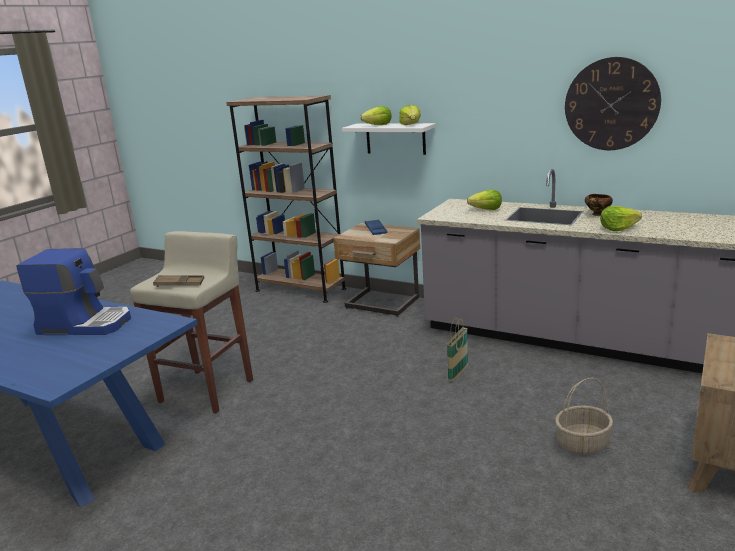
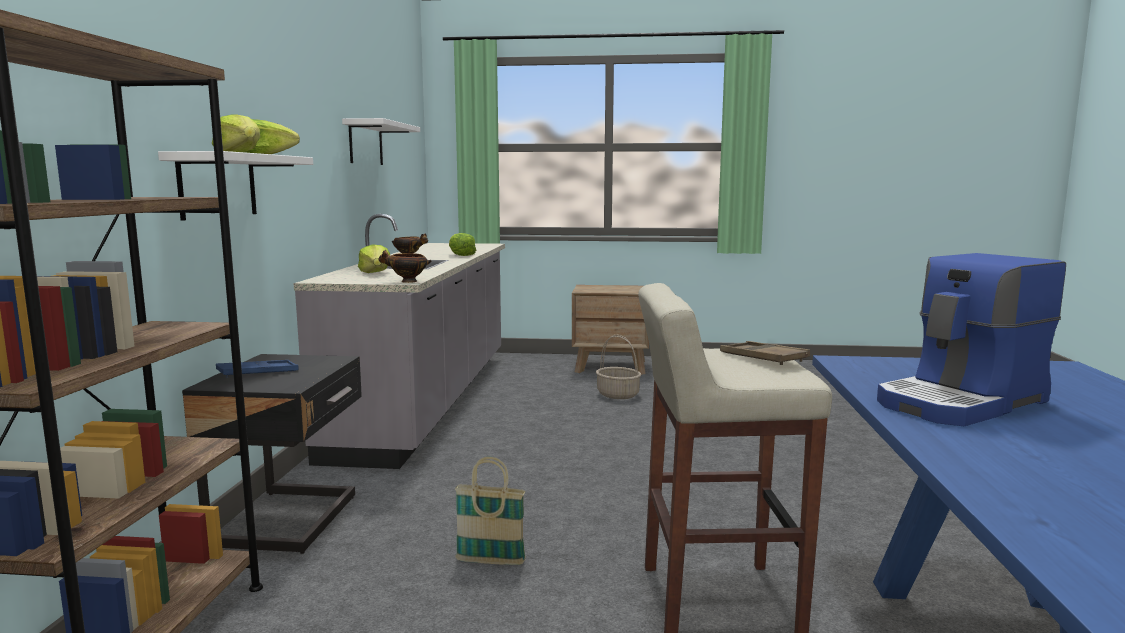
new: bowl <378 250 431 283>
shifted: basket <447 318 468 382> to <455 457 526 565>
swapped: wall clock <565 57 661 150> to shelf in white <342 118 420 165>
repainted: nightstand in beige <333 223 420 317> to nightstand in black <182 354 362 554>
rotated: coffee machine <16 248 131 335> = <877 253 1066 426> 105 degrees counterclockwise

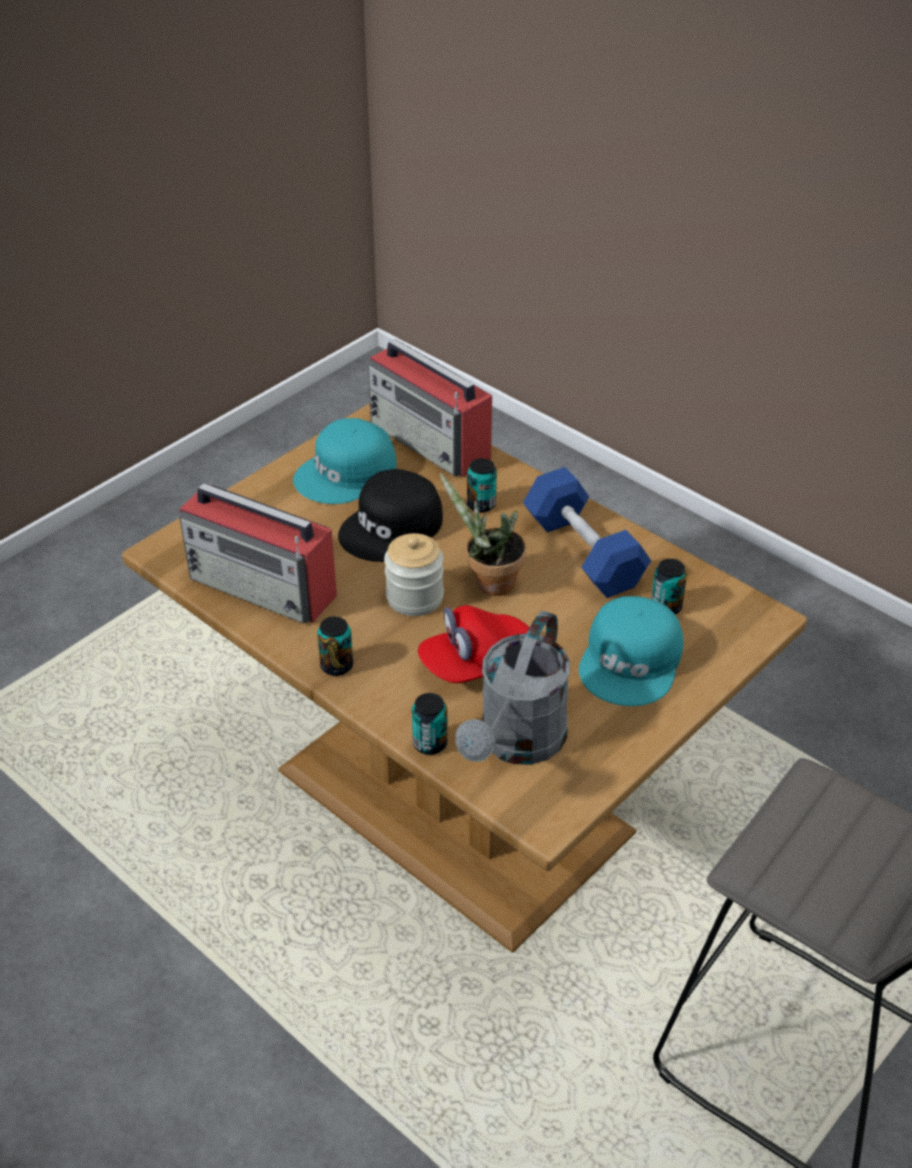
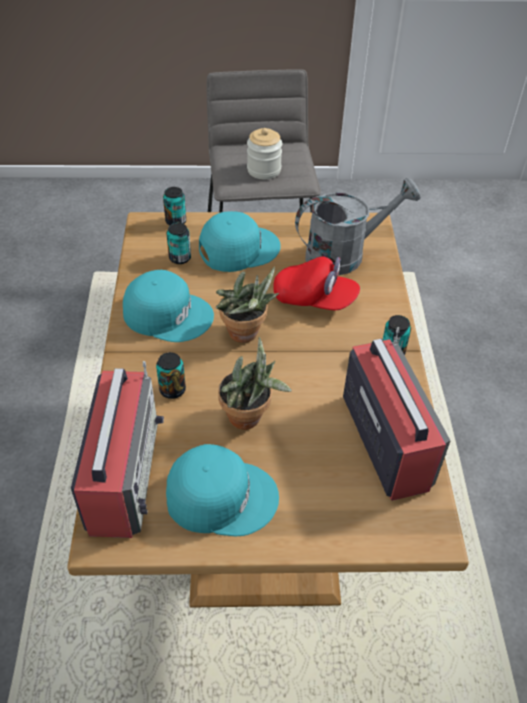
shifted: jar <384 533 444 616> to <247 128 282 179>; can <412 693 448 755> to <163 187 186 226>
swapped: dumbbell in blue <523 467 651 598> to cap in turquoise <123 270 214 342>; cap in black <338 469 443 562> to potted plant <218 337 292 430>

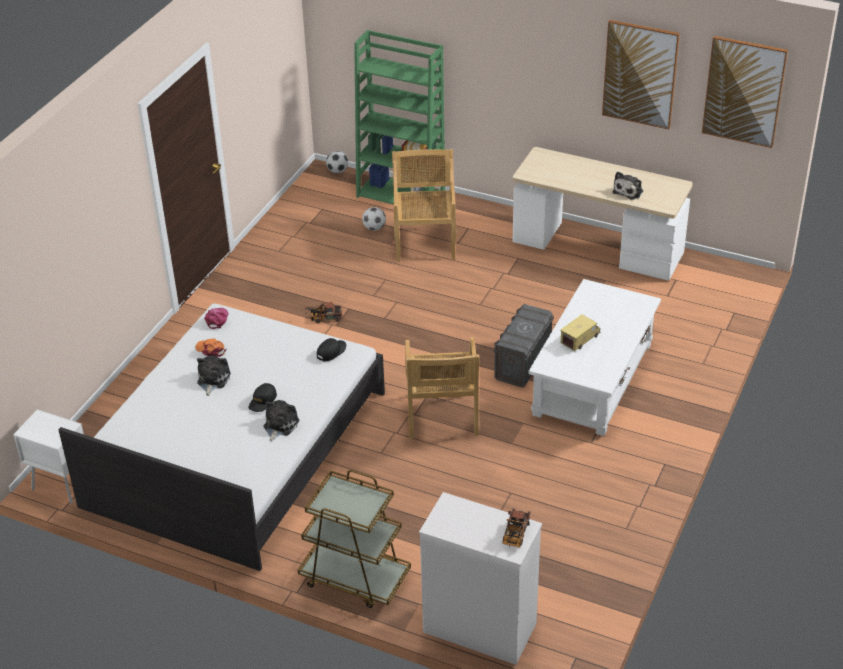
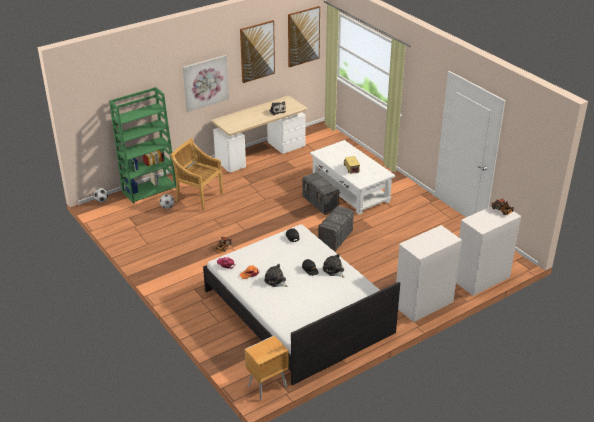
new: picture <183 55 229 112>
swapped: chair in beige <405 337 480 439> to storage box in grey <317 206 354 251>; cart in brown <298 470 411 608> to dresser in white <396 225 462 322>
repainted: nightstand in white <13 409 84 504> to nightstand in brown <245 336 289 400>

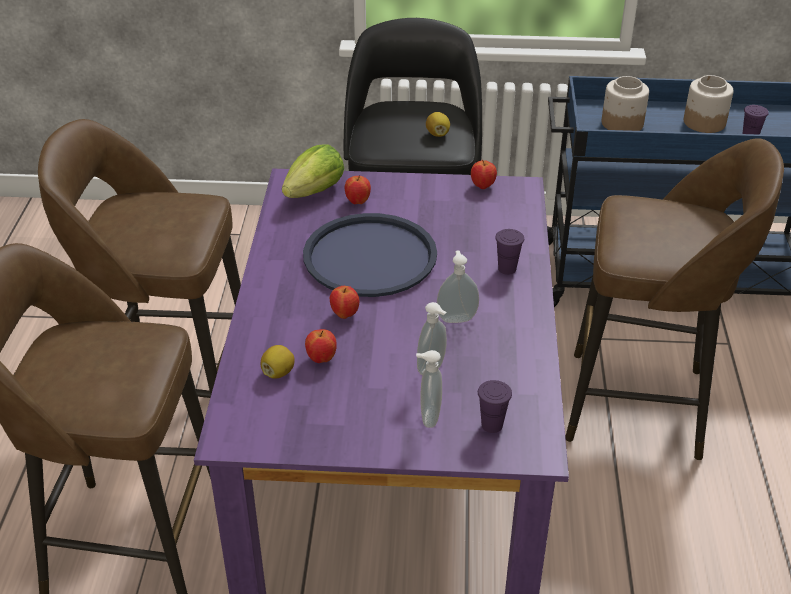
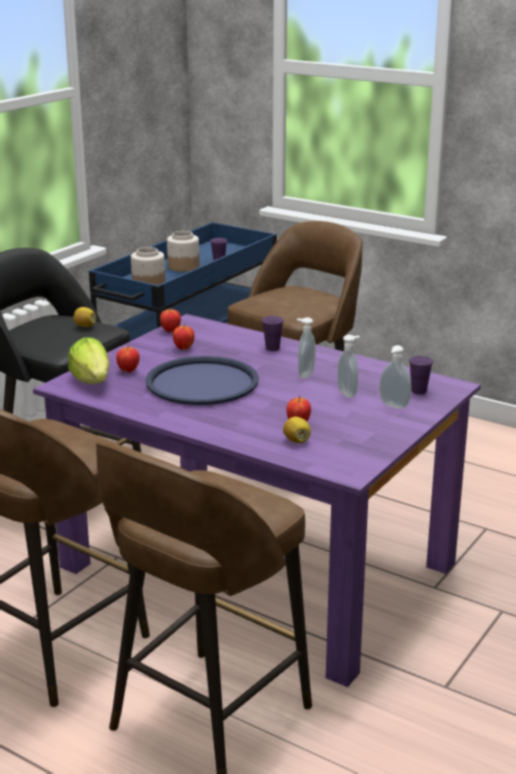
shifted: apple <330 286 359 319> to <173 324 194 350>

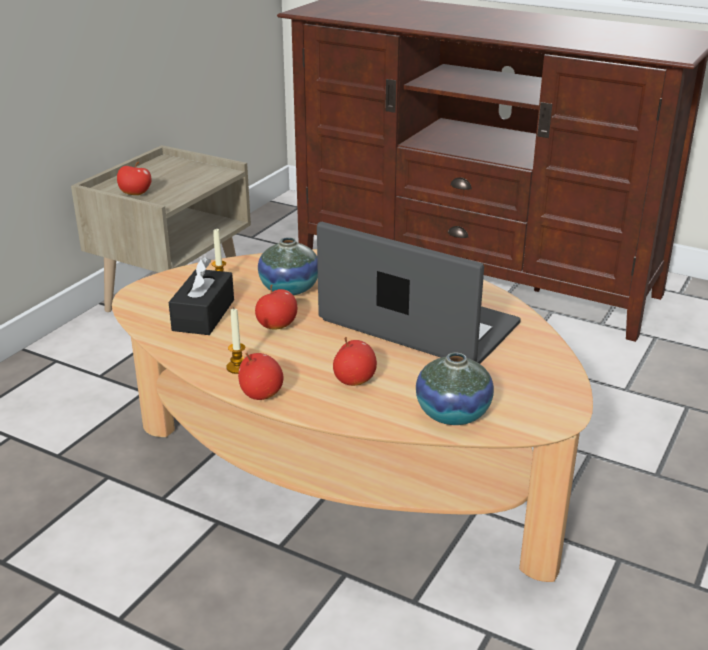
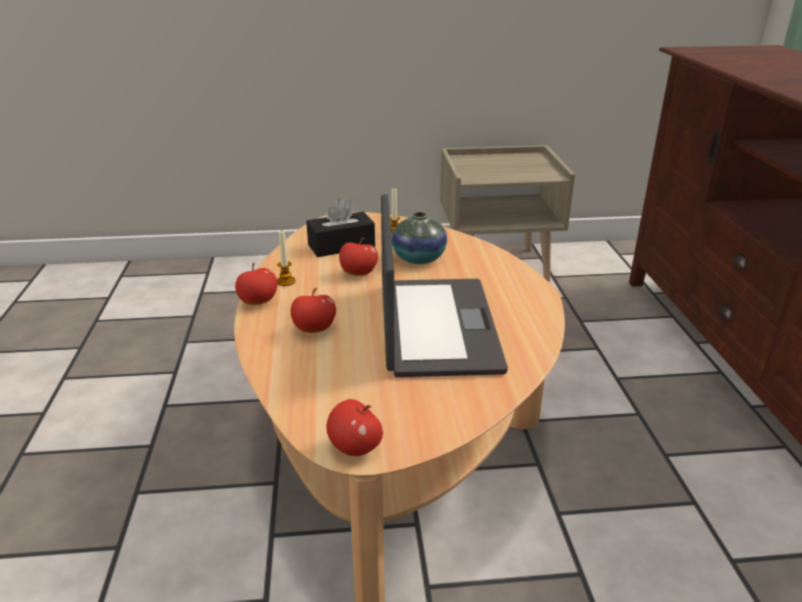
gone: vase <416 353 494 425>
shifted: apple <117 162 152 195> to <327 399 383 456>

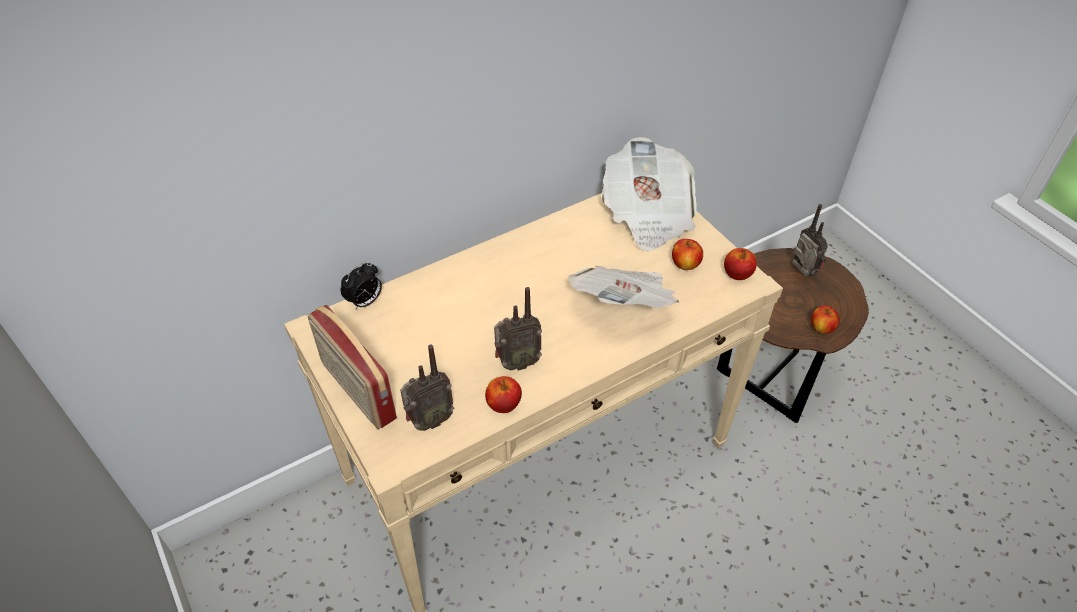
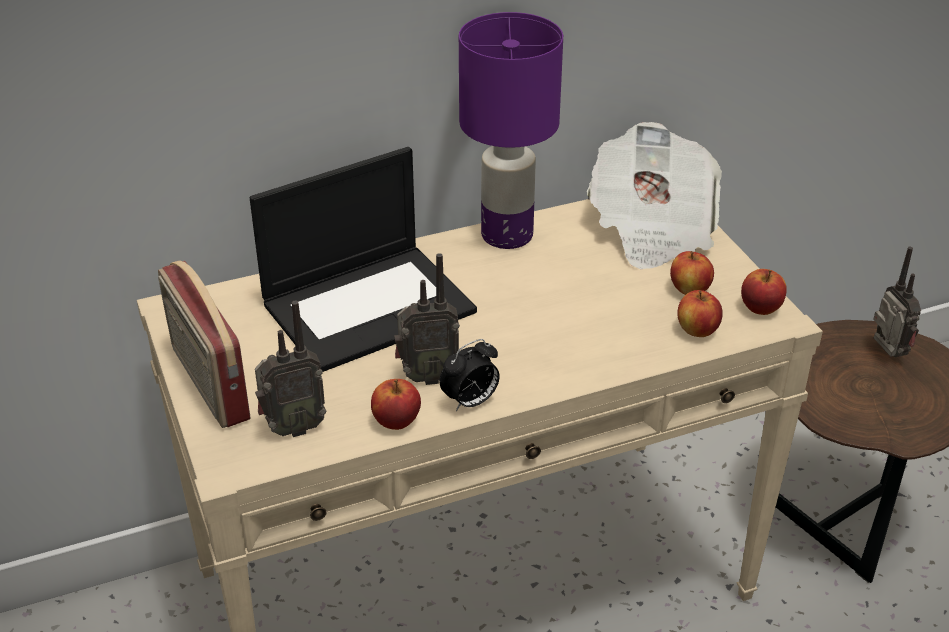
gone: newspaper <568 265 679 308>
new: table lamp in purple <459 12 563 249>; laptop <250 147 477 372>
shifted: alarm clock <341 262 382 309> to <439 339 500 411>; apple <811 305 840 334> to <677 290 723 337>

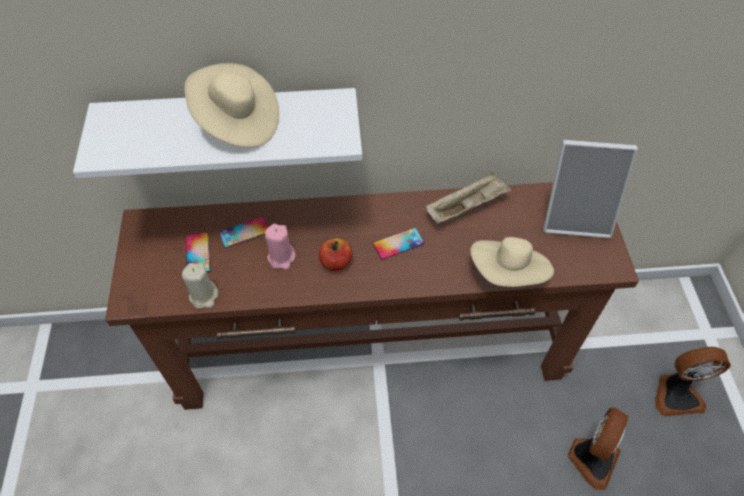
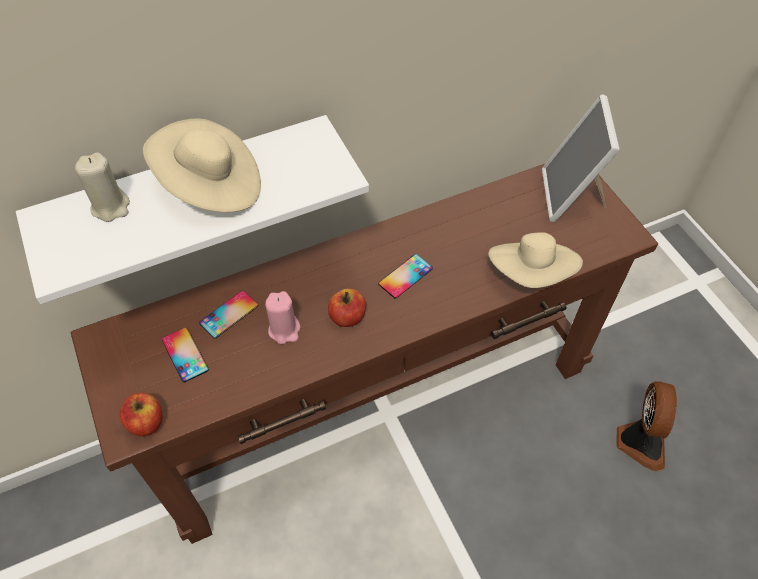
gone: tray in beige <426 172 512 224>; fan <655 347 731 416>
new: apple <120 393 162 436>
shifted: candle in beige <182 263 218 309> to <75 152 130 222>
rotated: picture frame <543 140 638 239> = <542 94 620 222> 105 degrees clockwise

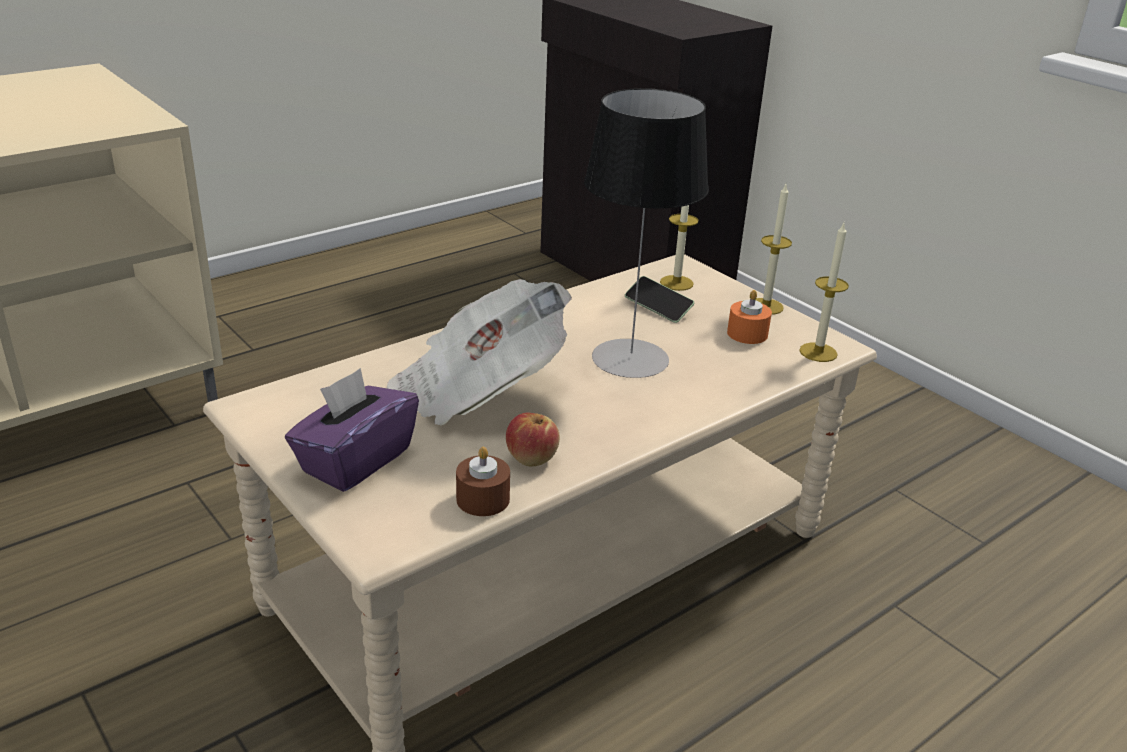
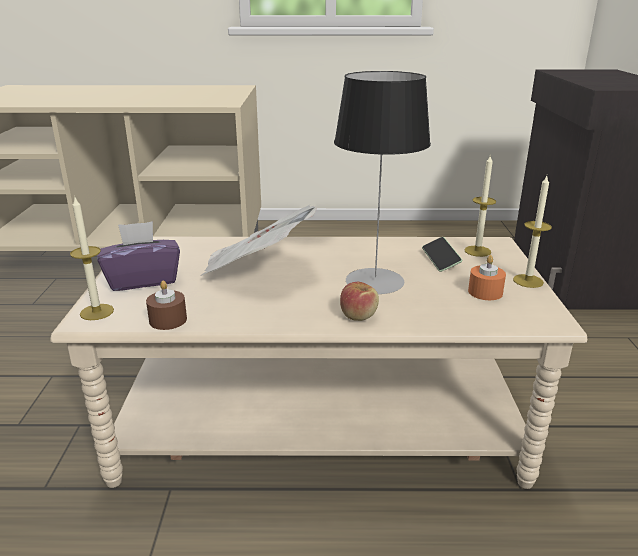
shifted: candle <799 223 849 362> to <70 198 114 320>; apple <506 413 560 467> to <340 282 379 321>

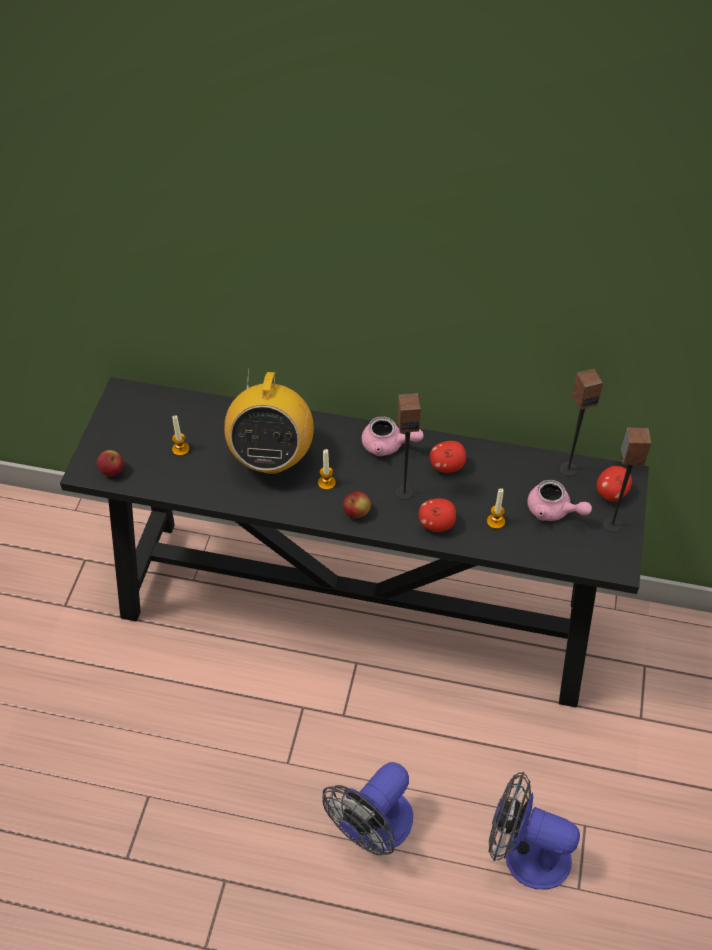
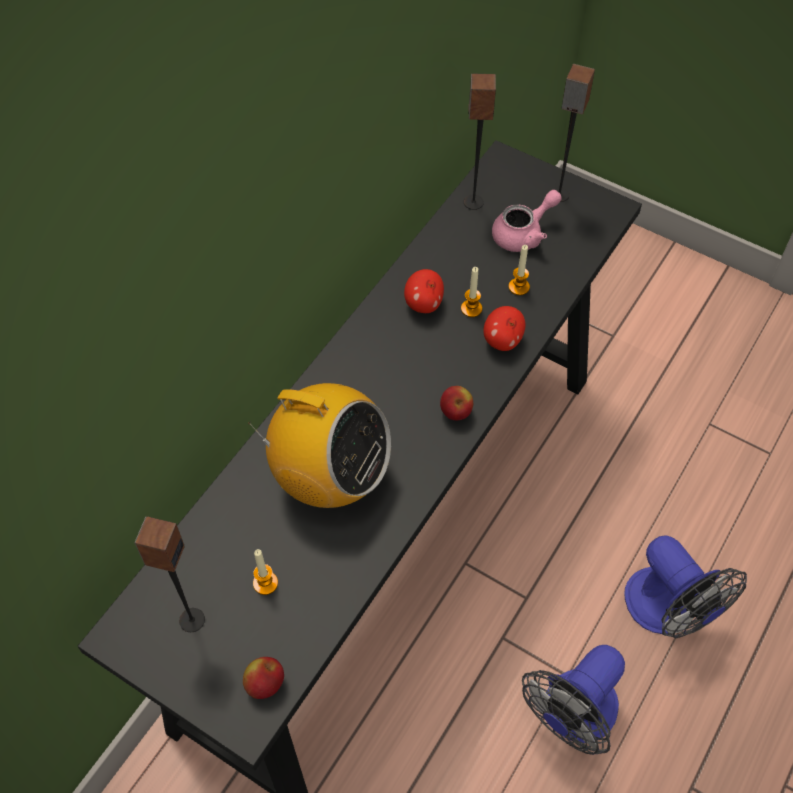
gone: teapot in pink <362 416 424 456>; apple <596 466 632 502>
shifted: speaker <396 393 421 500> to <134 516 205 632>; candle <318 449 336 490> to <461 267 482 317>; fan <488 772 580 889> to <522 645 625 755>

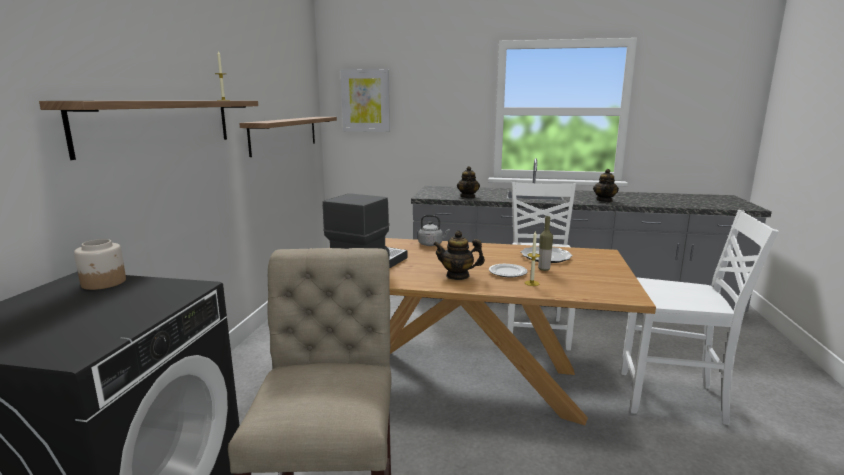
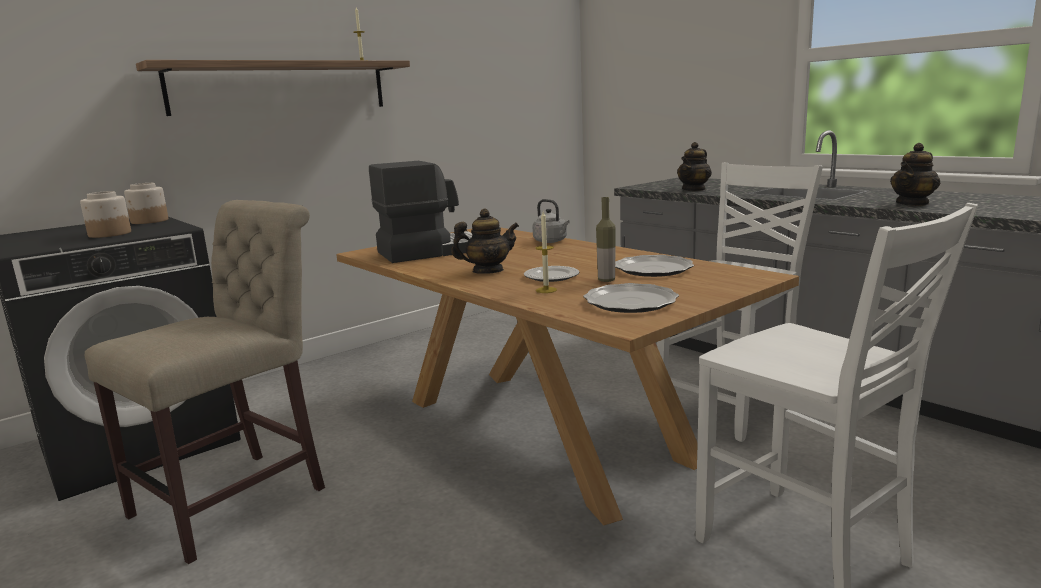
gone: picture <341 69 390 132>; shelf <239 117 337 157>
new: jar <80 191 131 238>; plate <583 283 679 313>
rotated: teapot <433 231 485 280> = <451 209 519 274> 120 degrees clockwise

